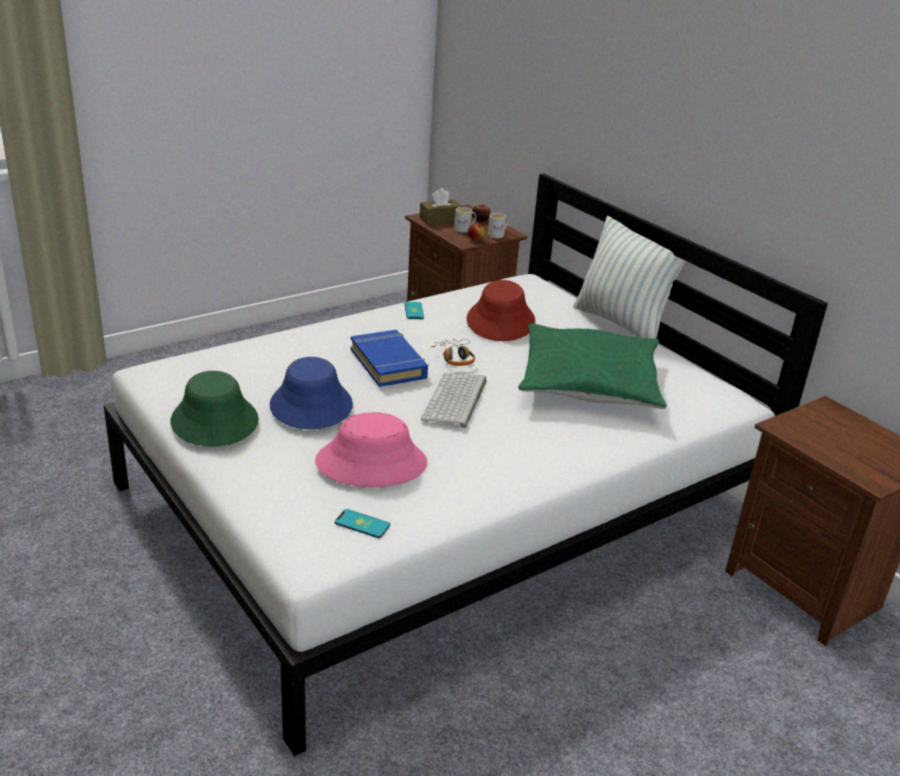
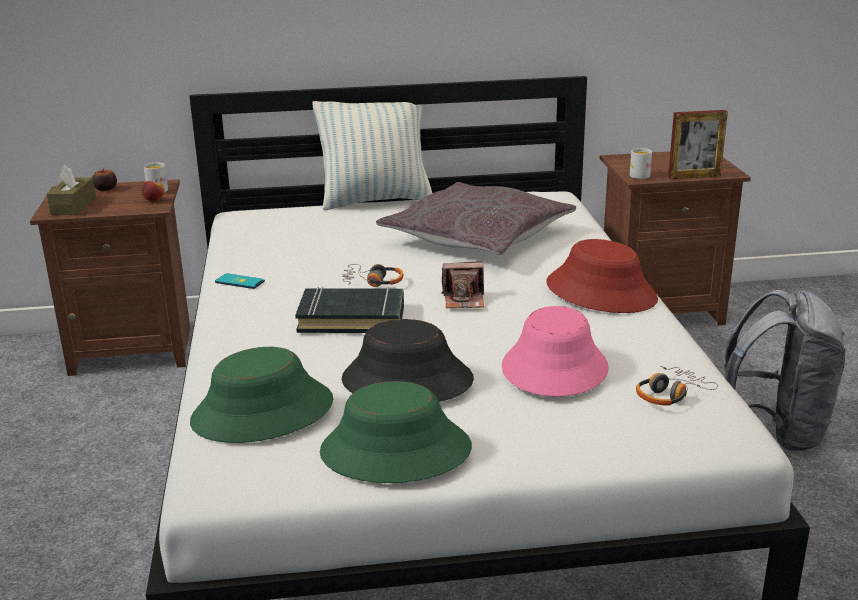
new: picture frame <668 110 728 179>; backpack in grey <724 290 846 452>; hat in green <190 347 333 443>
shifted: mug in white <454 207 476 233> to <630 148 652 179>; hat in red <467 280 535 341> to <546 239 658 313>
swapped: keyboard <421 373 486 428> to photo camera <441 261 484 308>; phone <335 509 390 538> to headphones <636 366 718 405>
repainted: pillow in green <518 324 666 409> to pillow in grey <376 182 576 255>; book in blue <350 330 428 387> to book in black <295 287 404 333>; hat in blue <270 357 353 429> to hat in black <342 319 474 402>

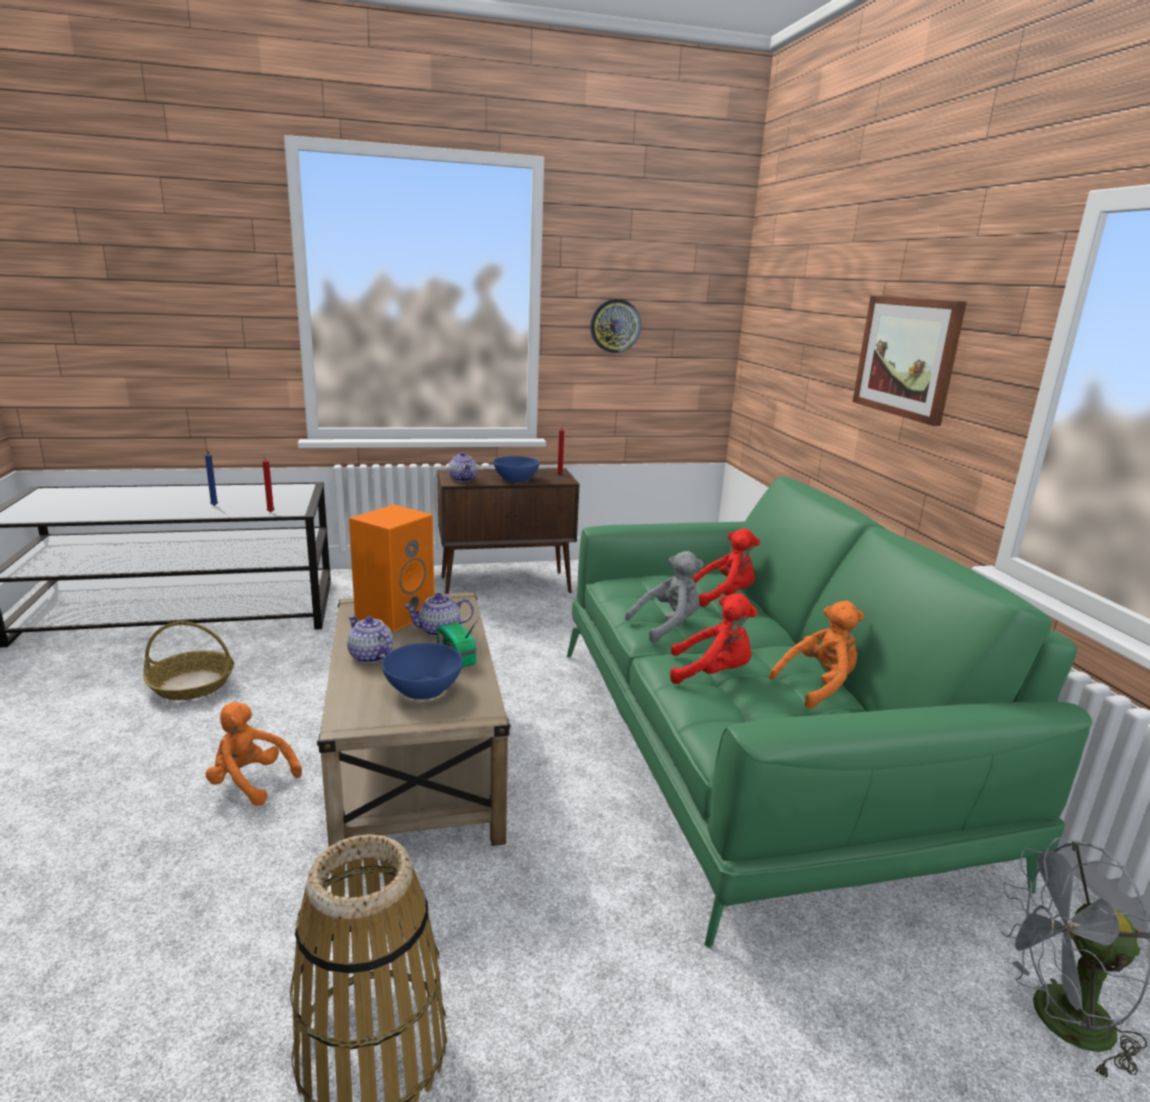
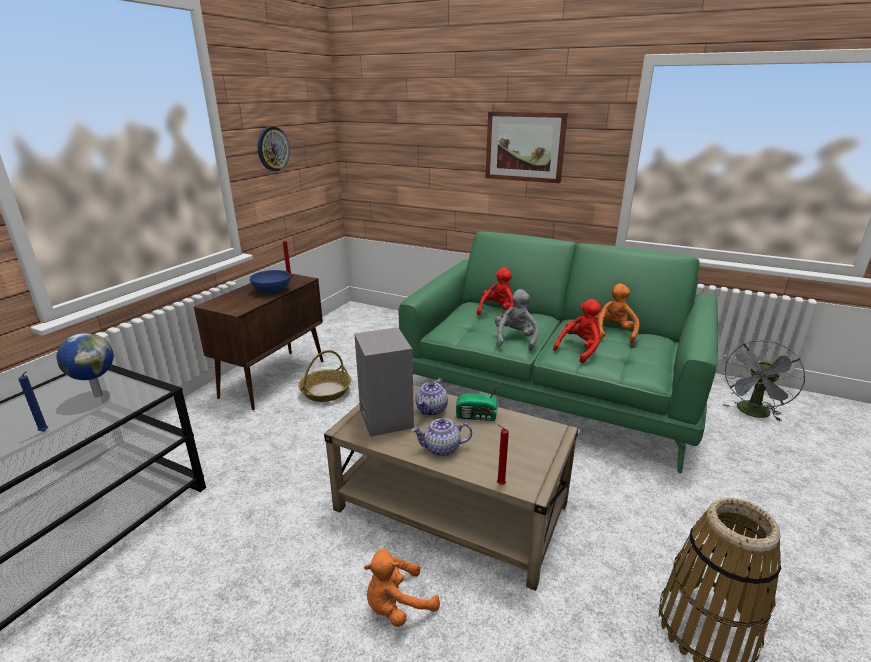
gone: teapot <448 452 477 482>; bowl in blue <382 643 463 700>
new: globe <56 333 114 398>
shifted: candle in red <263 454 274 512> to <497 424 509 485>; basket <143 621 234 700> to <298 350 351 402>
repainted: speaker in orange <349 504 434 632> to speaker in grey <354 327 414 437>

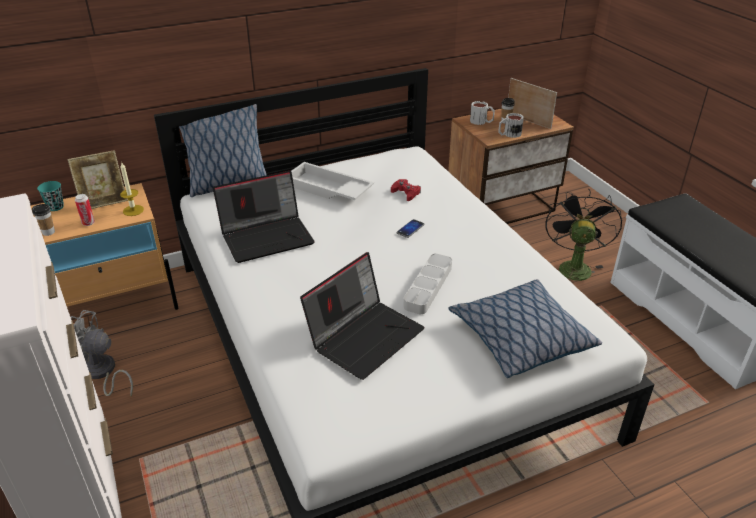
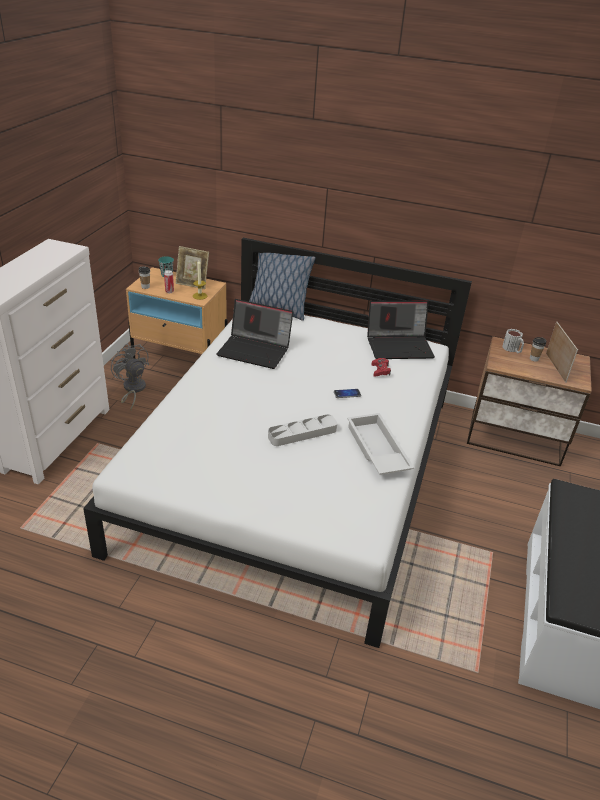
gone: mug <498 113 524 138>; fan in black <545 189 622 282>; pillow <448 279 602 378>
shifted: tray in white <291 162 374 200> to <347 413 414 475>; laptop <300 252 425 380> to <367 301 435 359>

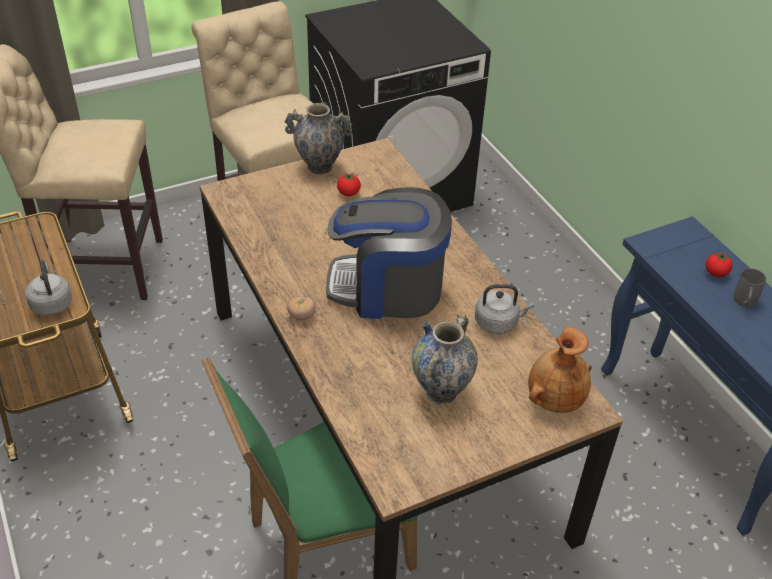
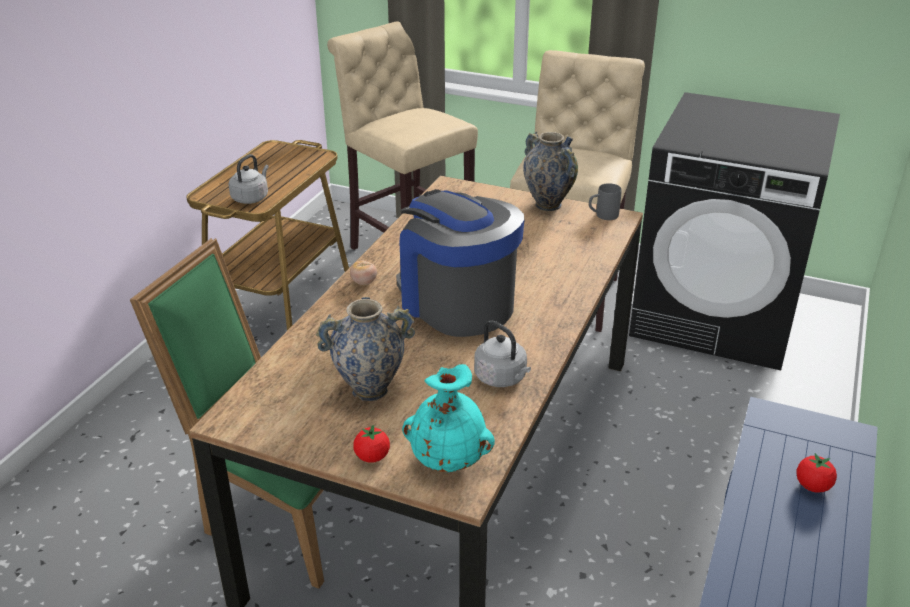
shifted: tomato <337 173 361 196> to <353 425 390 463>; mug in grey <733 269 766 307> to <589 183 622 220>
repainted: vase in brown <528 326 591 413> to vase in turquoise <402 364 495 472>

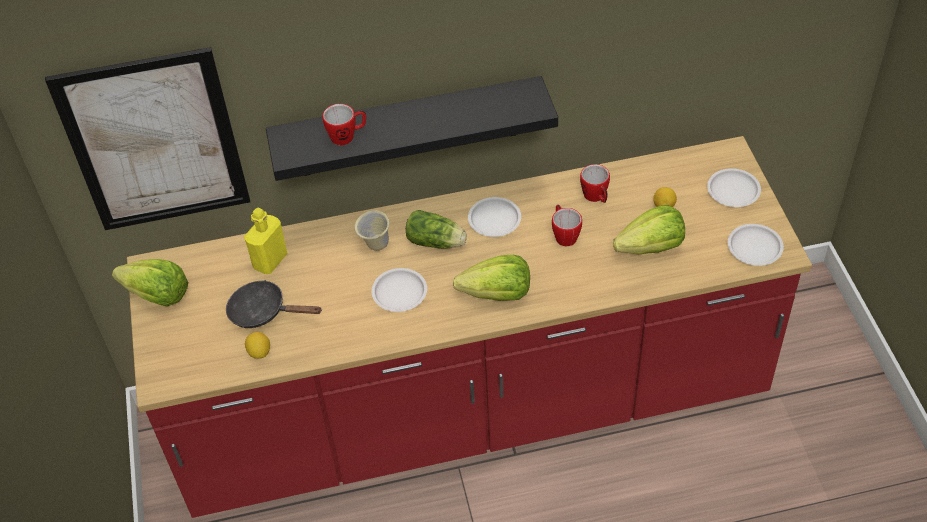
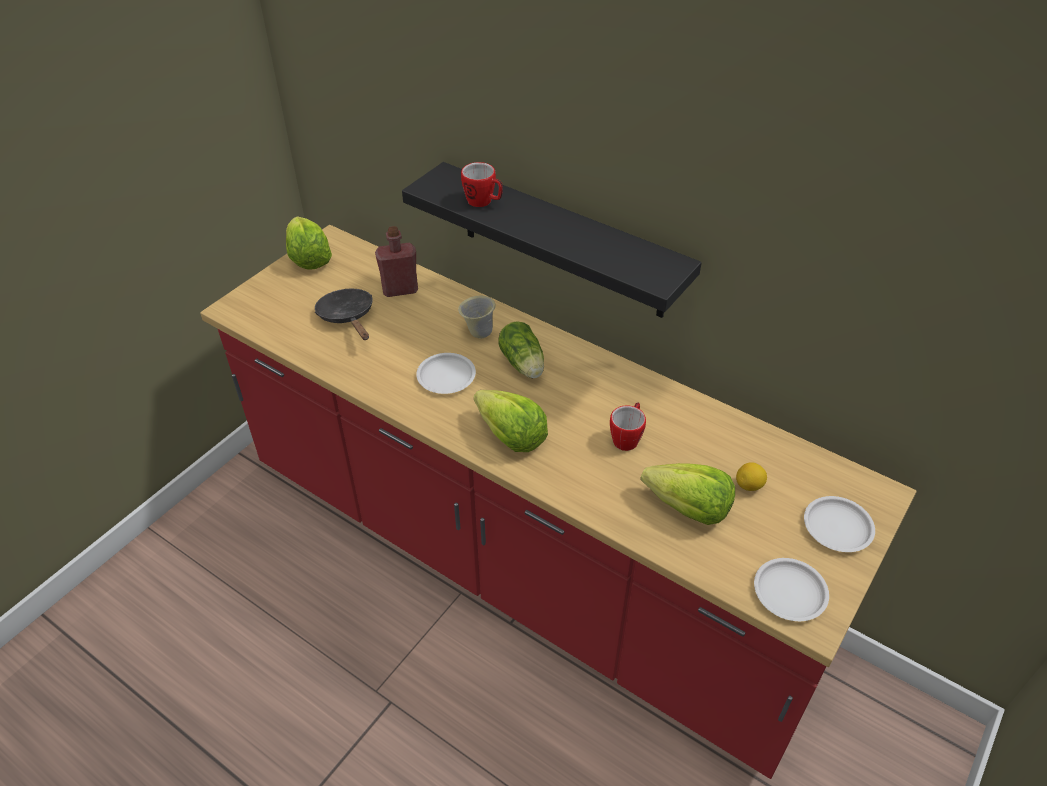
gone: picture <45 47 250 230>; mug <580 164 610 203>; plate in white <468 197 521 237>; lemon <245 332 270 359>
repainted: bottle in yellow <244 208 287 274> to bottle in red <375 226 418 297>

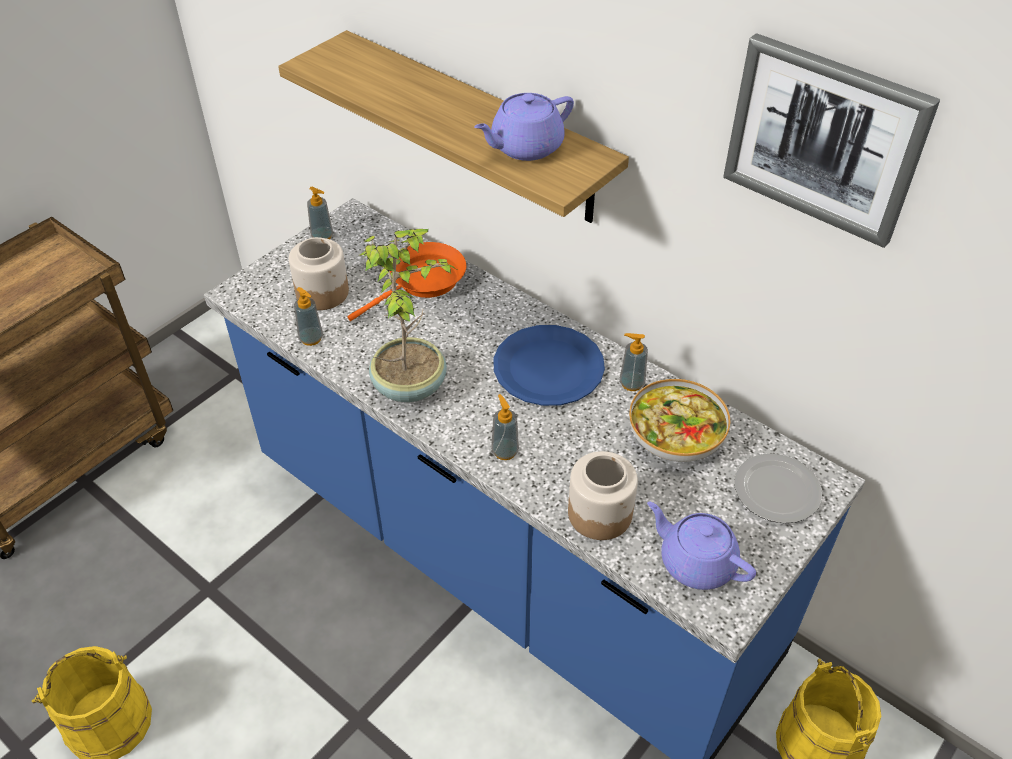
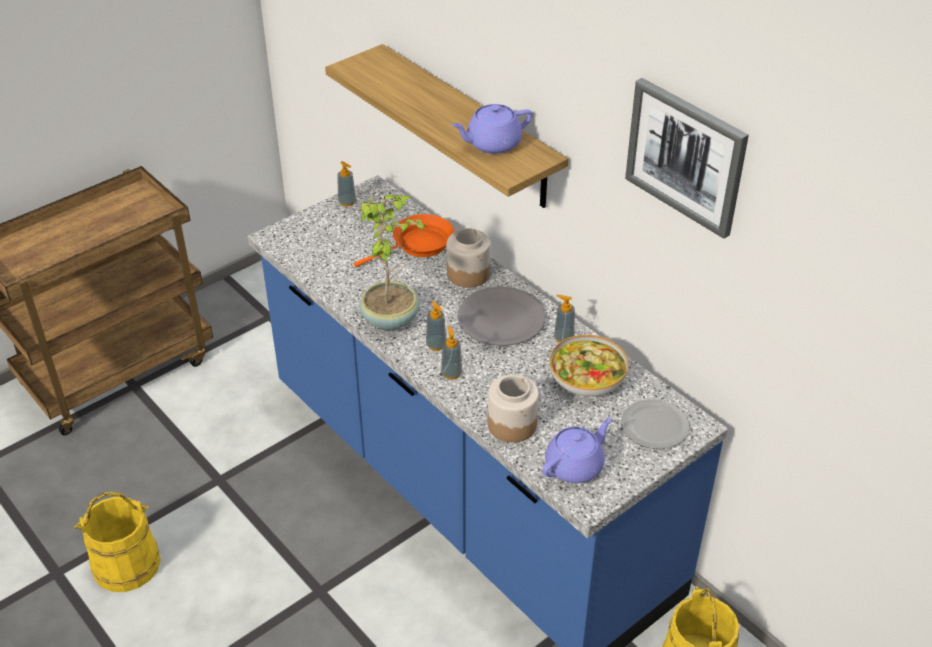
shifted: jar <289 237 349 310> to <447 228 491 287>; soap dispenser <294 287 323 346> to <426 301 446 351>
repainted: plate in blue <494 325 605 406> to plate in grey <457 286 546 346>
rotated: teapot in purple <647 502 756 590> = <542 418 612 483> 90 degrees clockwise

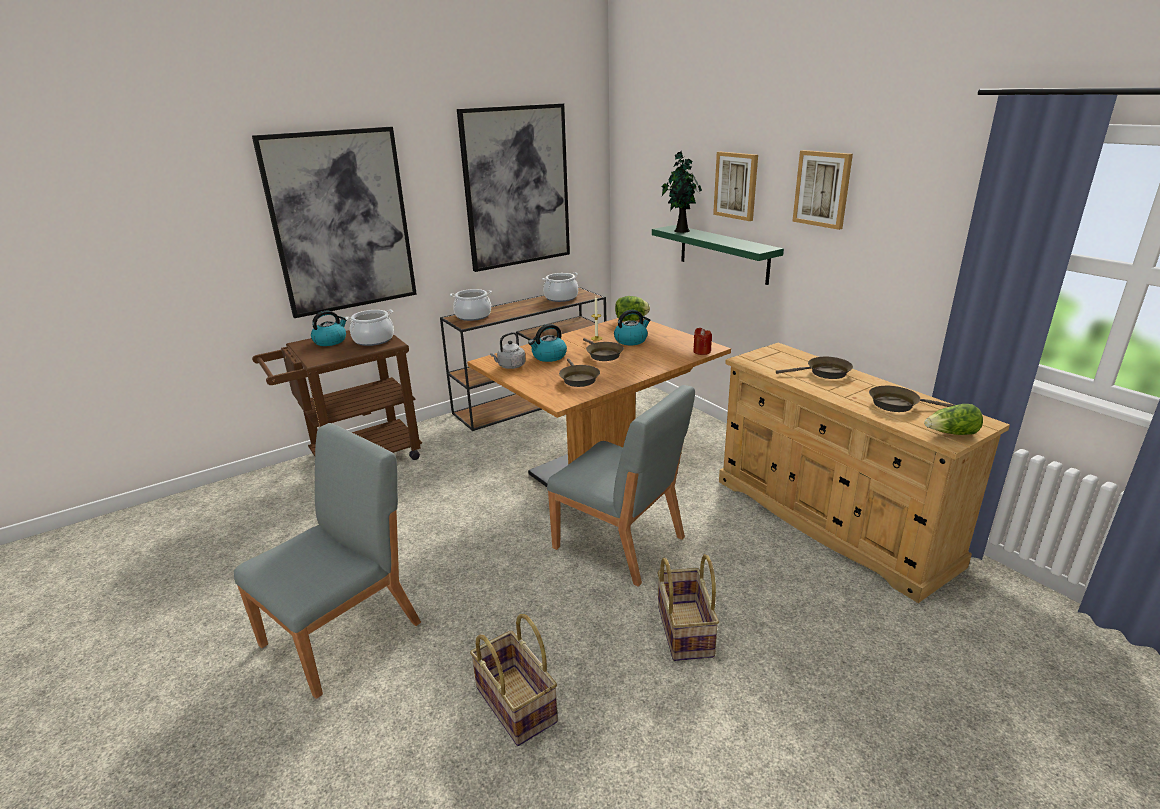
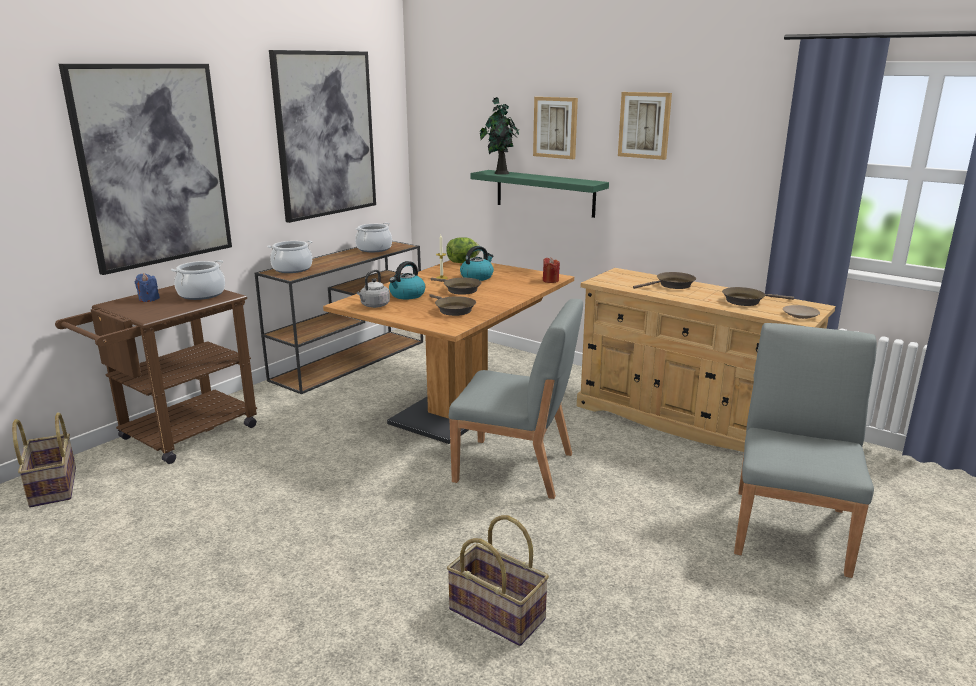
shifted: chair in grey <234 423 421 699> to <734 323 877 578>; basket <657 554 719 661> to <12 412 76 508>
swapped: kettle <311 311 347 346> to candle in blue <135 273 160 302>; lettuce <924 404 983 435> to plate in beige <783 305 820 319>

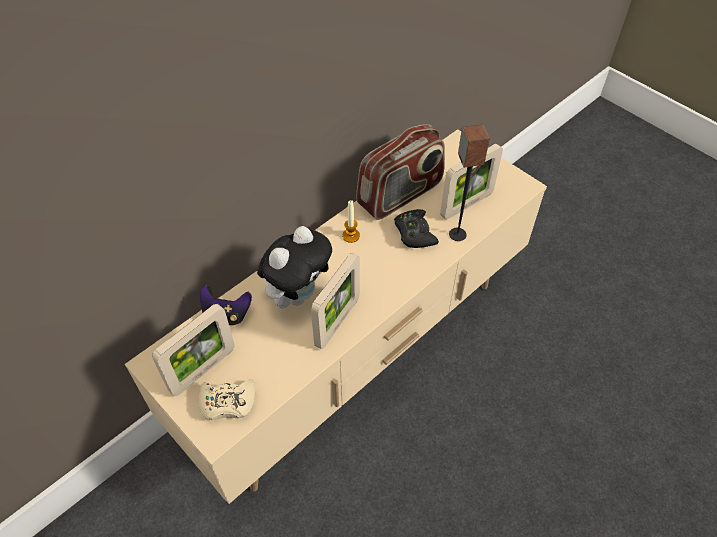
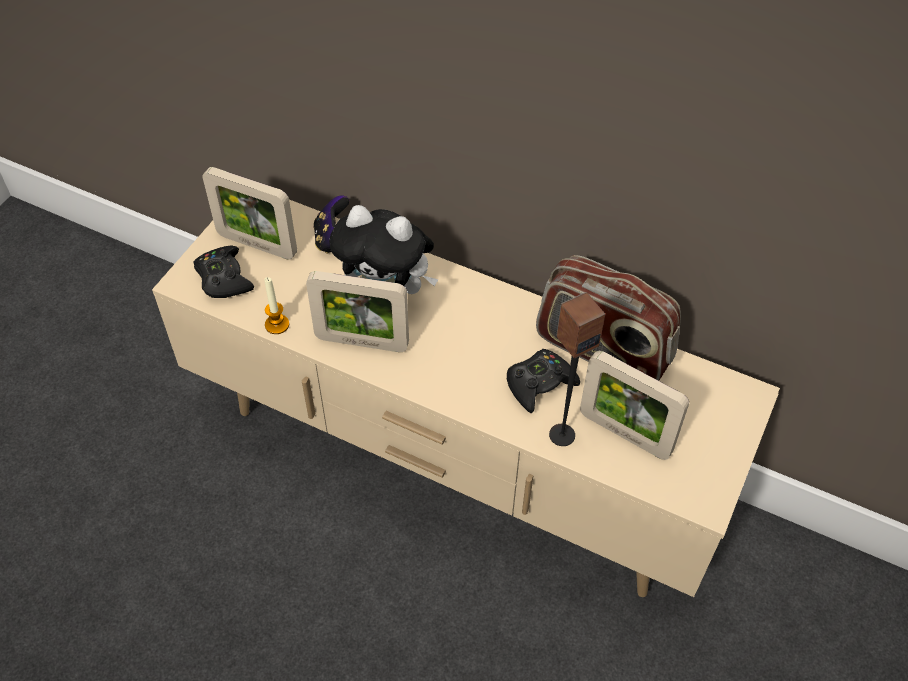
shifted: candle <342 200 360 243> to <264 277 289 334>
repainted: game controller in beige <199 379 255 420> to game controller in black <193 246 254 298>

